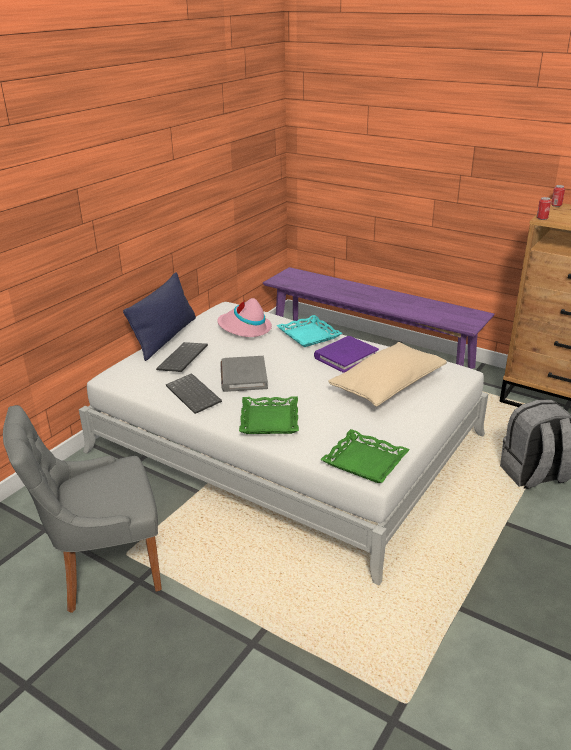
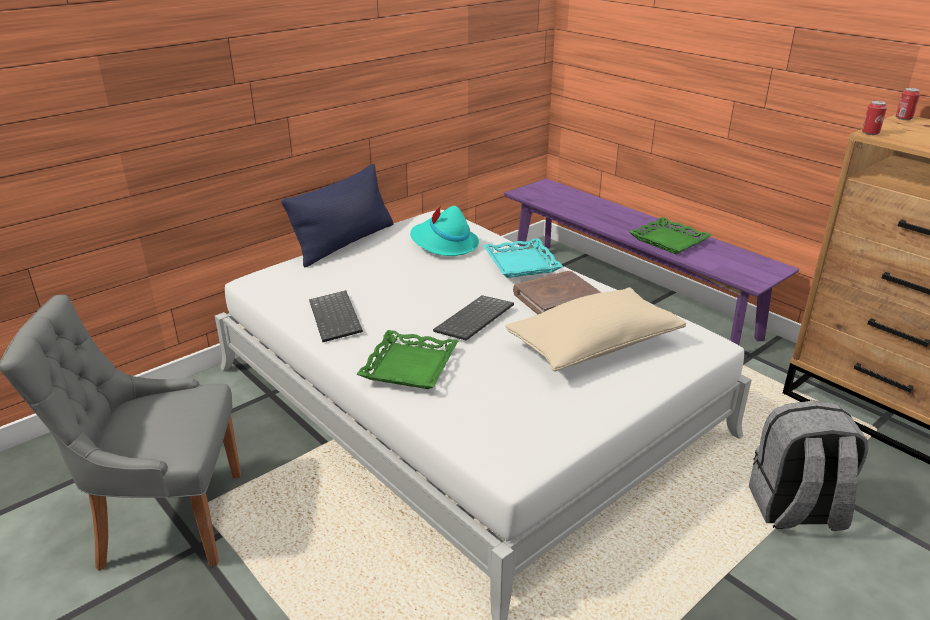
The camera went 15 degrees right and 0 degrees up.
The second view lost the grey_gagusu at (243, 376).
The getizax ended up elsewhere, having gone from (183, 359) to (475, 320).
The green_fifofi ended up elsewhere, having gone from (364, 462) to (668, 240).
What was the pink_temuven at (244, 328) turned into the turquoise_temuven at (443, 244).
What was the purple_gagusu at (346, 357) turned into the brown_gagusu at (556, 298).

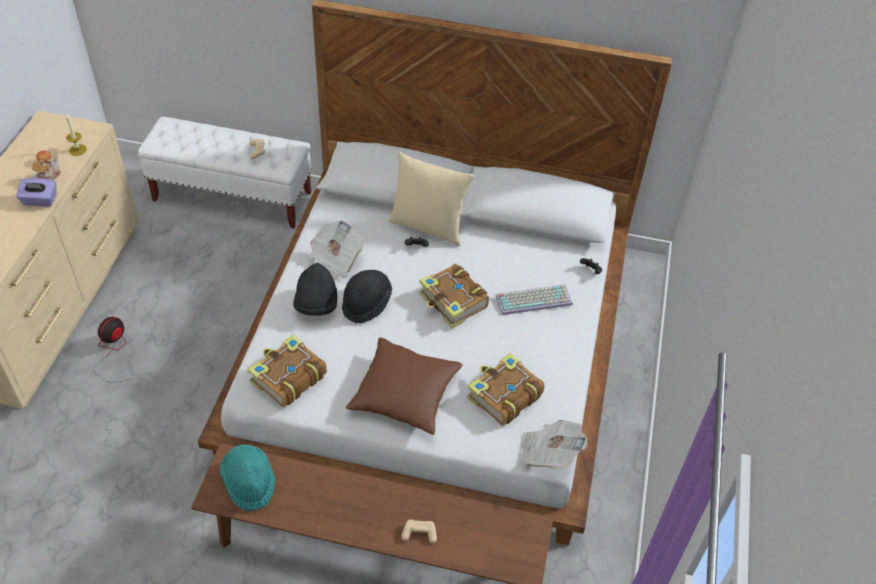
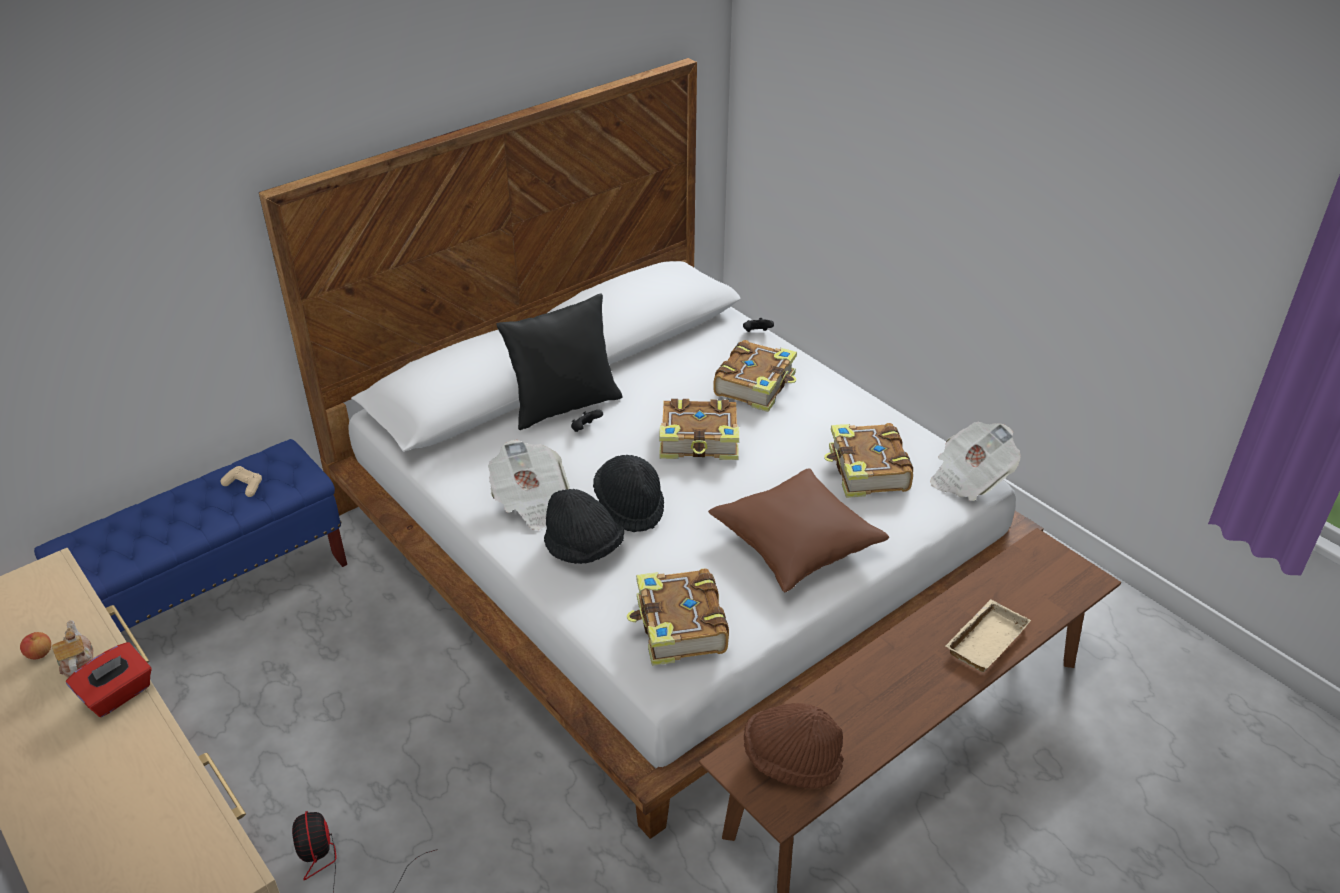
The camera went 50 degrees left and 10 degrees down.
The second view lost the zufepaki at (77, 150).
Where the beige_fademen stood at (419, 533), the beige_fifofi came to stand at (984, 639).
Where the getizax stood at (534, 299), the gagusu came to stand at (756, 385).
What was the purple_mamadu at (40, 200) turned into the red_mamadu at (118, 694).
What was the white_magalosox at (233, 197) turned into the blue_magalosox at (215, 595).
What was the turquoise_temuven at (249, 483) turned into the brown_temuven at (791, 760).
What was the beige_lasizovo at (428, 226) turned into the black_lasizovo at (564, 405).

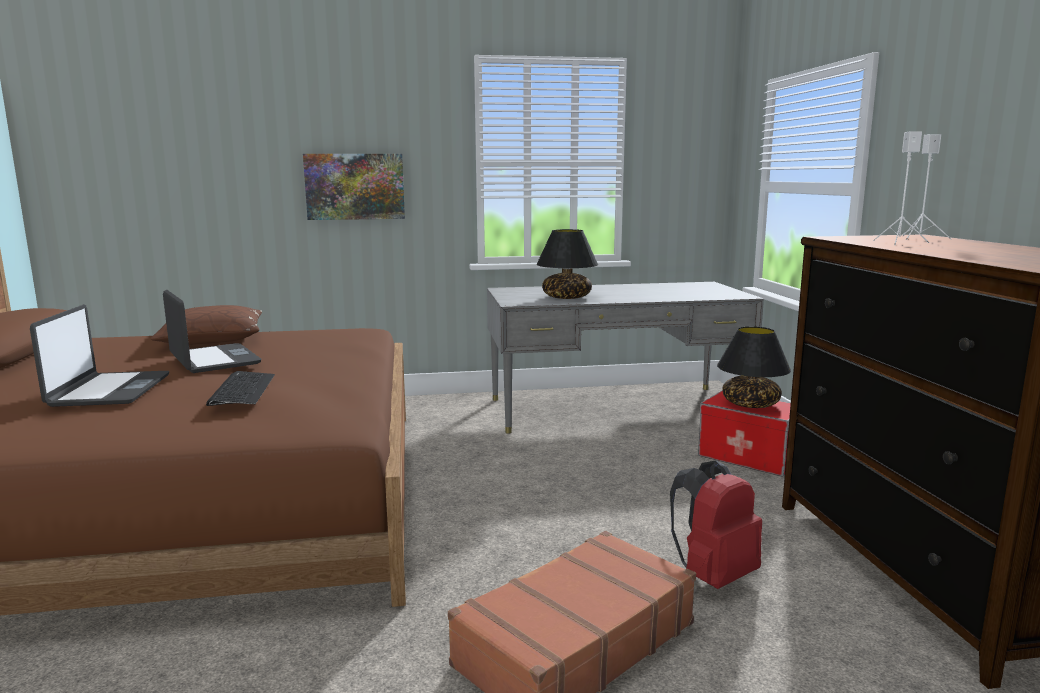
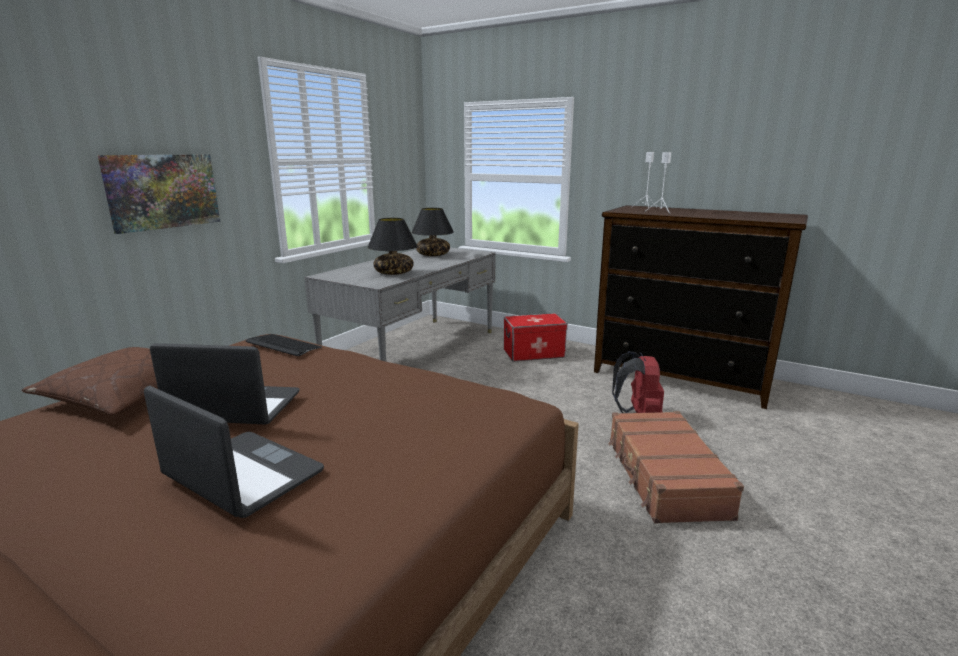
The camera went 50 degrees left and 5 degrees up.
The getizax ended up elsewhere, having gone from (242, 390) to (283, 346).
The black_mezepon ended up elsewhere, having gone from (750, 404) to (433, 255).

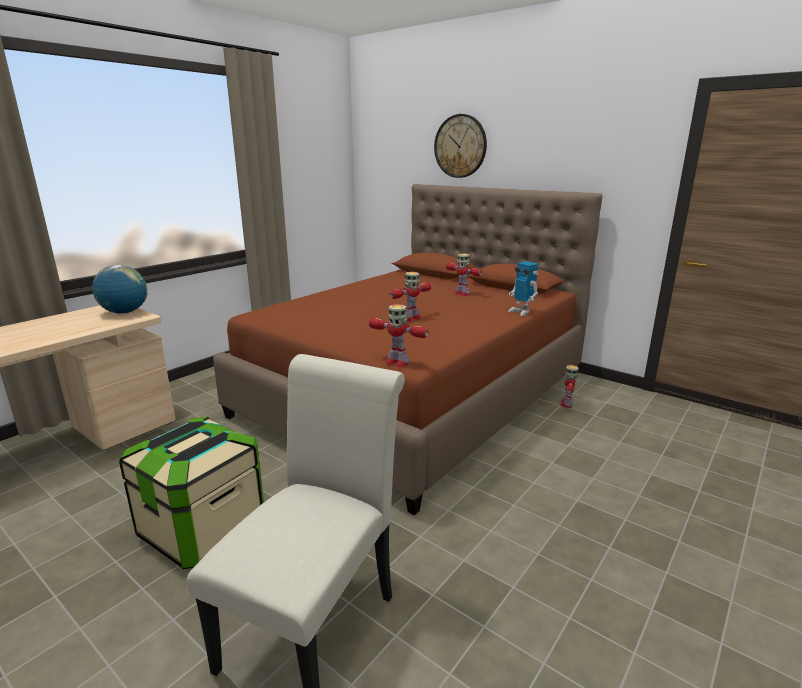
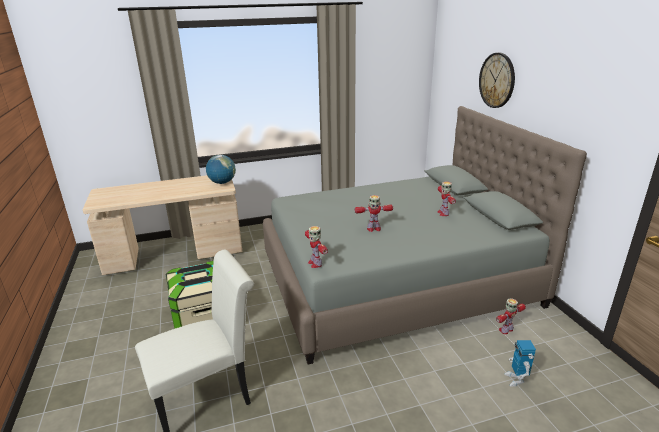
The camera went 35 degrees right and 5 degrees up.
The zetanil ended up elsewhere, having gone from (521, 312) to (516, 379).
What was the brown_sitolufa at (415, 394) turned into the grey_sitolufa at (395, 280).

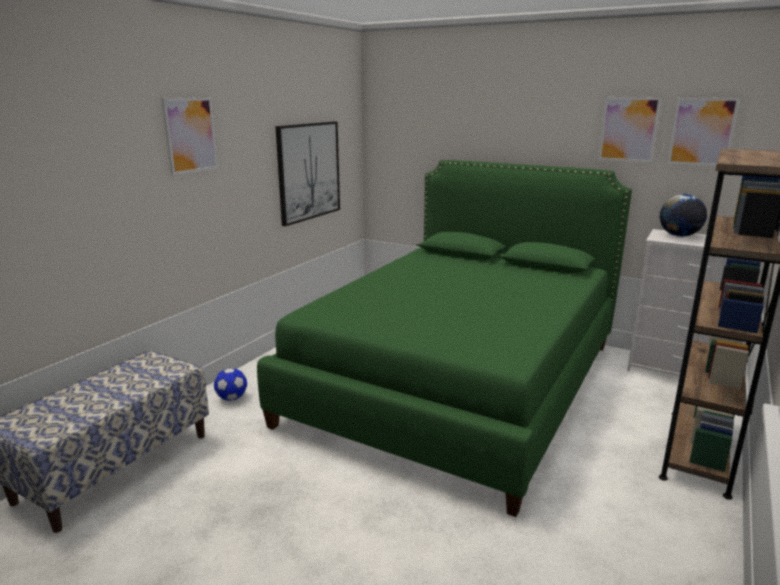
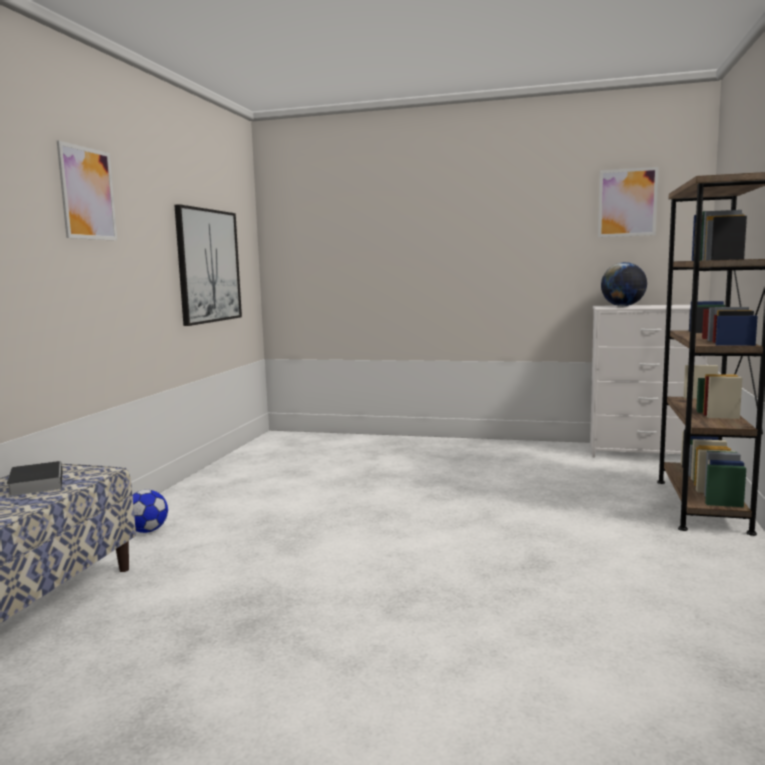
The camera went 15 degrees left and 10 degrees down.
The second view lost the green_sitolufa at (459, 382).
The second view lost the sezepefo at (628, 129).
The second view gained the gagusu at (36, 482).

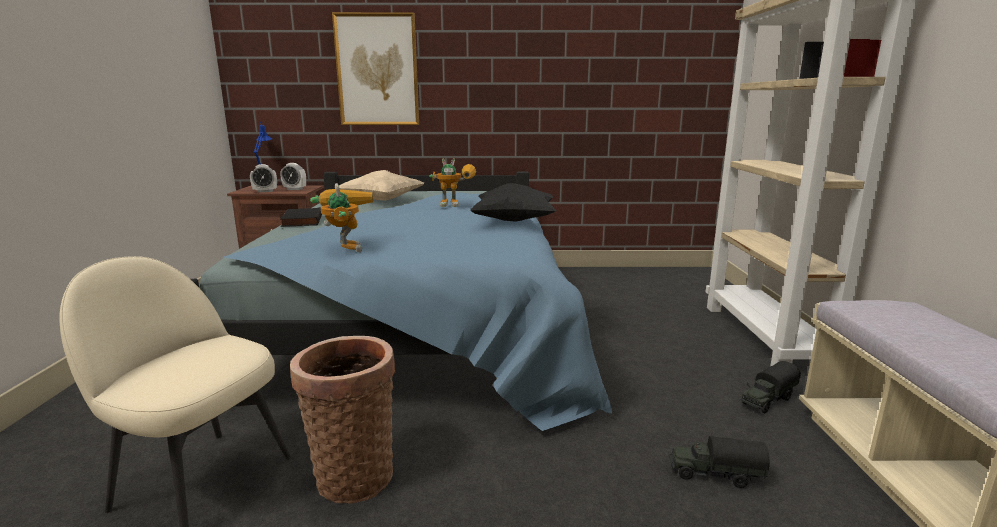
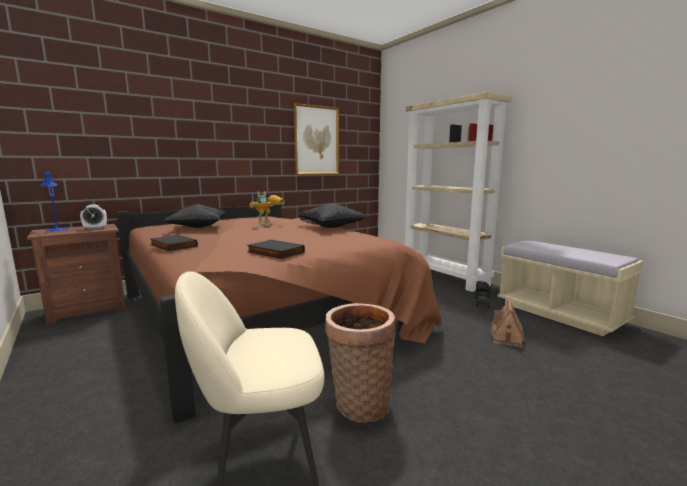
The camera went 35 degrees left and 5 degrees down.
The second view lost the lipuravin at (265, 191).
The sezepefo ended up elsewhere, having gone from (377, 70) to (316, 140).
Where the zetanil stood at (345, 247), the black_gagusu came to stand at (274, 252).
Where the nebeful stood at (714, 474), the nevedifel came to stand at (507, 336).
What was the blue_sitolufa at (422, 323) turned into the brown_sitolufa at (262, 313).
What was the beige_lasizovo at (381, 200) turned into the black_lasizovo at (197, 228).

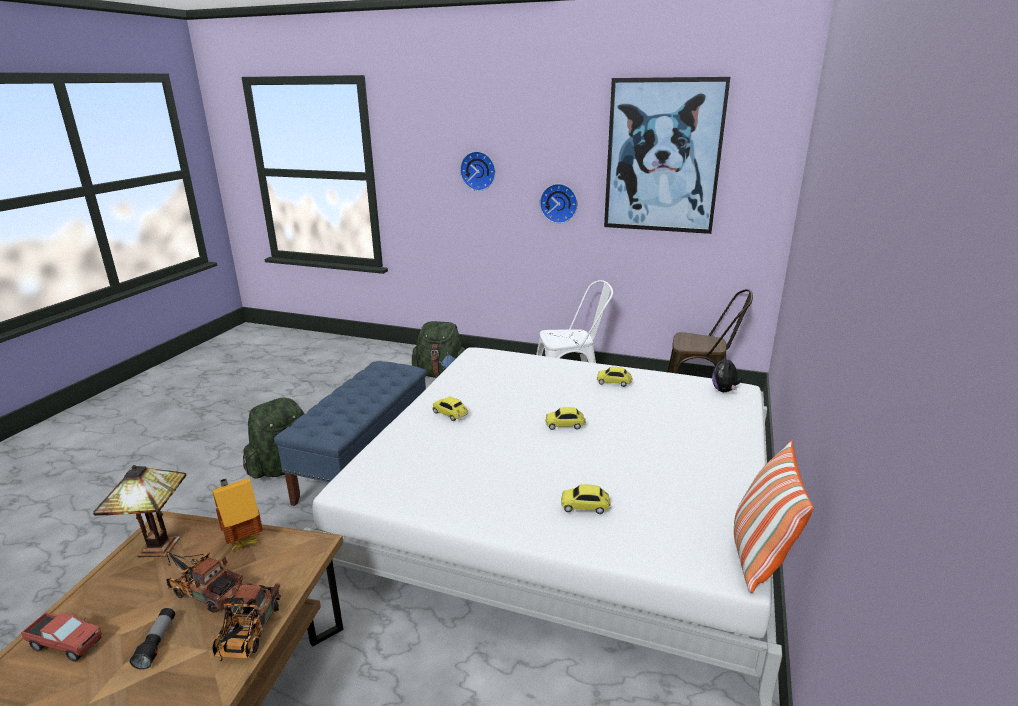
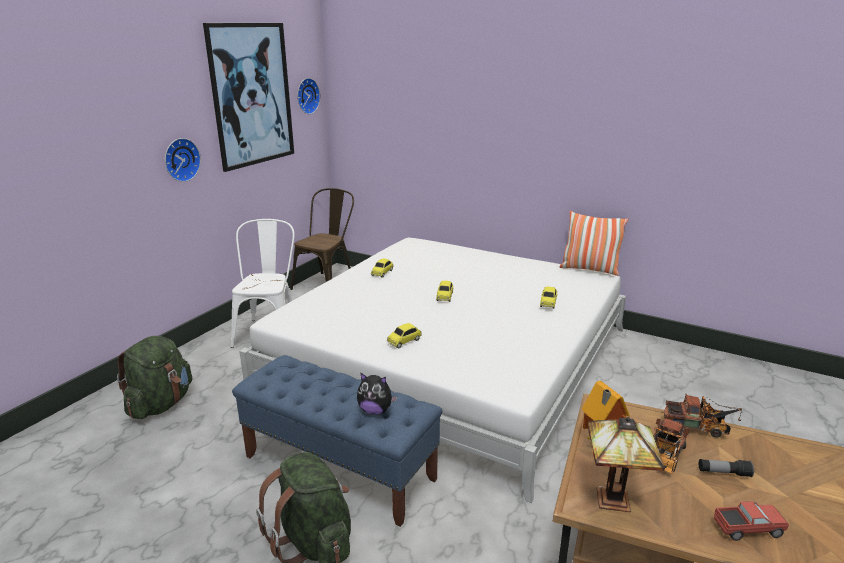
The camera went 80 degrees left and 0 degrees up.
The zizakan ended up elsewhere, having gone from (478, 170) to (306, 96).
The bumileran ended up elsewhere, having gone from (724, 390) to (375, 410).
The nebeful at (66, 644) ended up facing another way, 60 degrees clockwise from before.

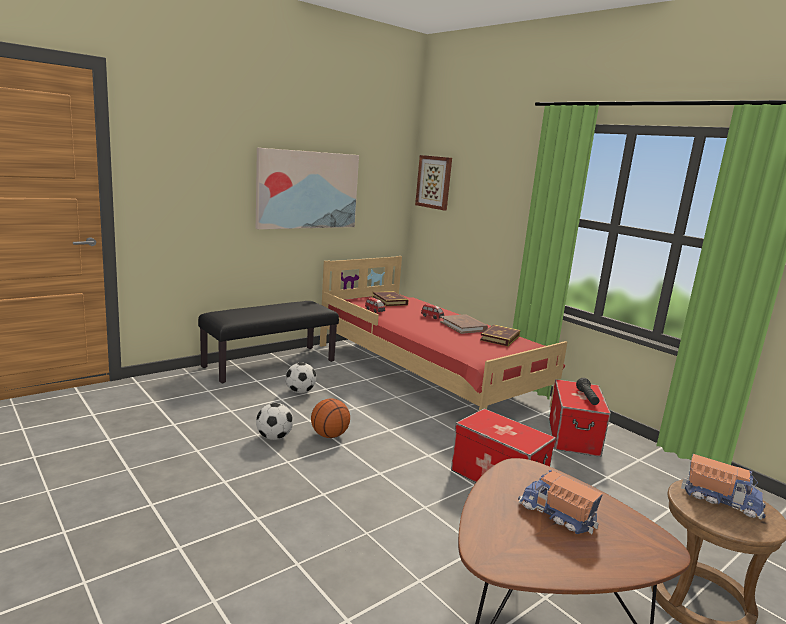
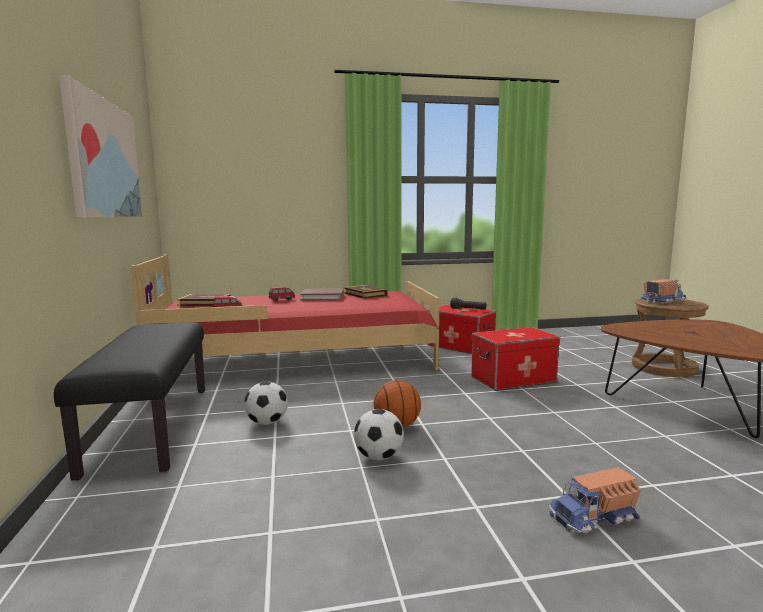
The camera went 60 degrees left and 5 degrees down.
The second view lost the sezepefo at (434, 182).
The nebeful ended up elsewhere, having gone from (557, 515) to (594, 518).

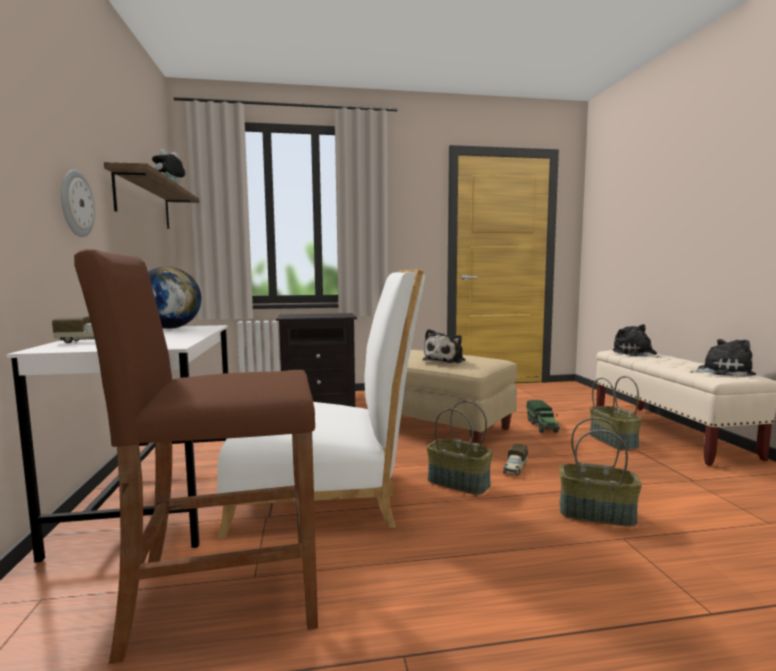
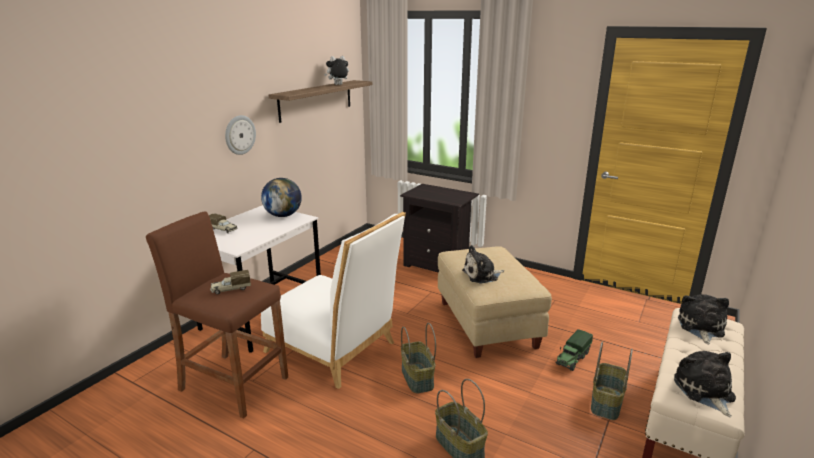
The camera went 40 degrees right and 15 degrees up.
The nebeful ended up elsewhere, having gone from (515, 468) to (231, 289).
The bumileran at (721, 372) ended up facing another way, 135 degrees counterclockwise from before.

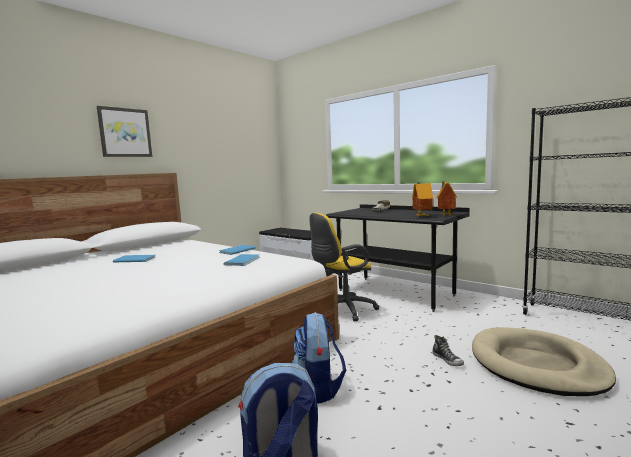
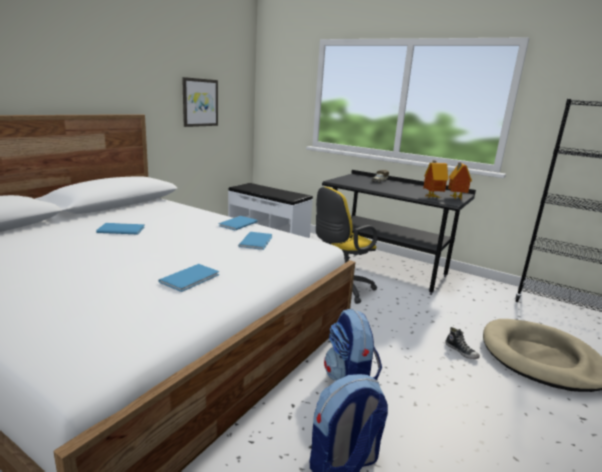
The camera went 10 degrees left and 10 degrees up.
The second view gained the blue_gagusu at (192, 278).
The sezepefo ended up elsewhere, having gone from (125, 132) to (200, 102).

